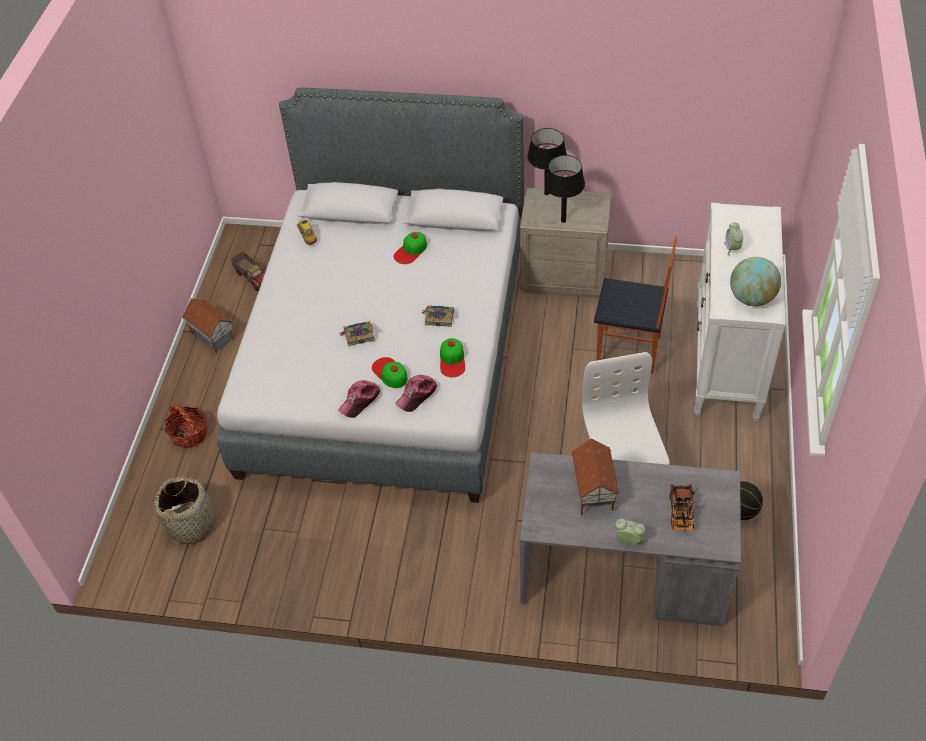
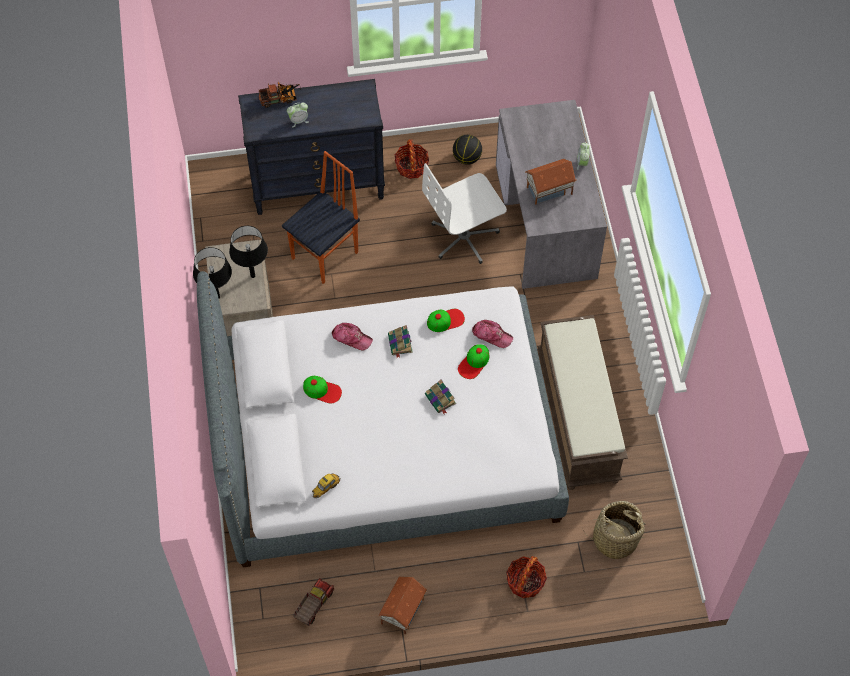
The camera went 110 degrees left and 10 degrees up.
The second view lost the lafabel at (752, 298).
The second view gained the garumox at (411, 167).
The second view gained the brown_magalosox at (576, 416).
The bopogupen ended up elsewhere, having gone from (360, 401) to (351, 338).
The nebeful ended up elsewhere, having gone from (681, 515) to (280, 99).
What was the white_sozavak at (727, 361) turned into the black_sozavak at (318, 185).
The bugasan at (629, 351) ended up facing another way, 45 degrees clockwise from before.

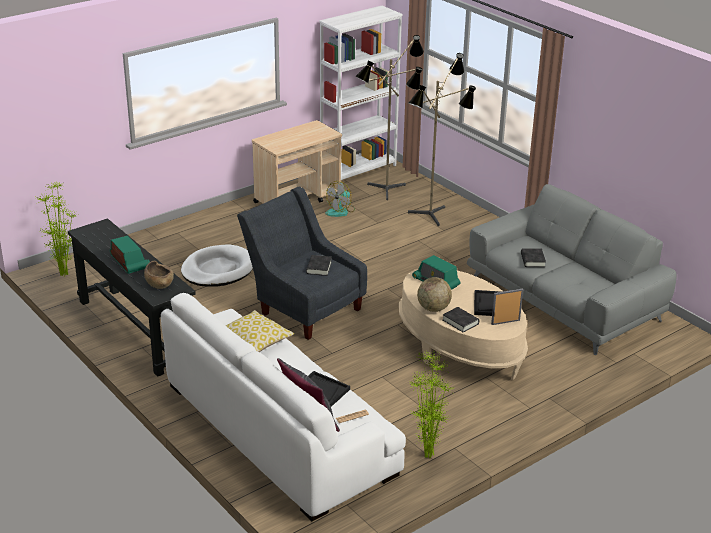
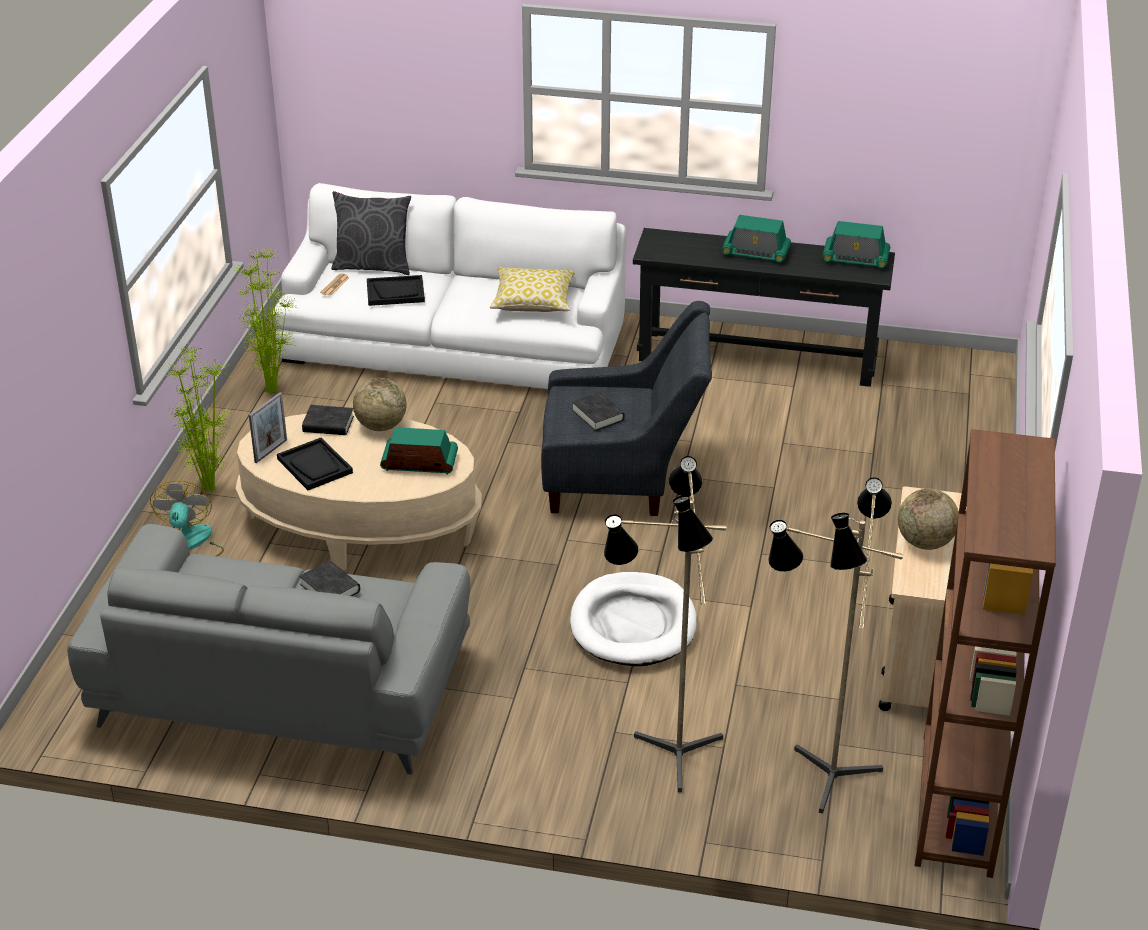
The camera went 140 degrees right and 5 degrees up.
The second view lost the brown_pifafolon at (159, 282).
The second view gained the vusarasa at (855, 259).
The second view gained the lafabel at (925, 542).
The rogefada ended up elsewhere, having gone from (64, 274) to (210, 491).
The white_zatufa ended up elsewhere, having gone from (218, 269) to (633, 624).
The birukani ended up elsewhere, having gone from (340, 211) to (190, 545).
What was the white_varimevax at (358, 169) turned into the brown_varimevax at (957, 804).

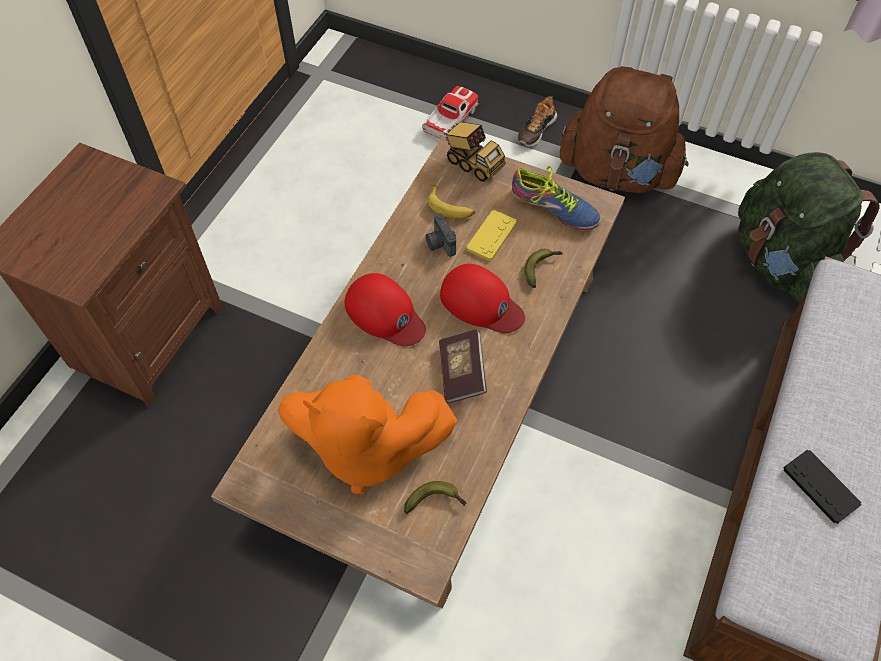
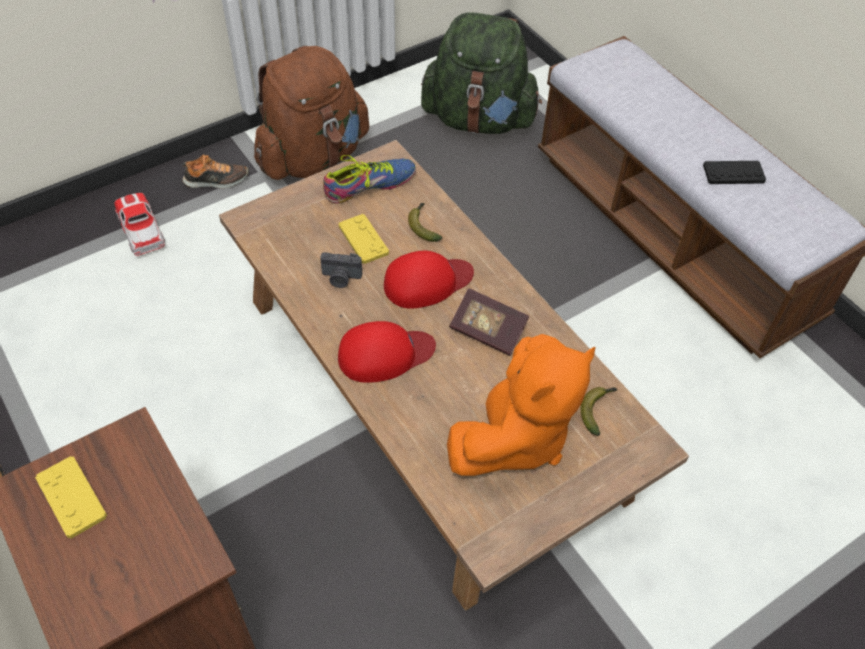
The camera went 60 degrees left and 5 degrees down.
The second view lost the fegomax at (450, 208).
The second view lost the nebeful at (473, 164).
The second view gained the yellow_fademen at (71, 497).
The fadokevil at (536, 130) ended up facing another way, 75 degrees counterclockwise from before.

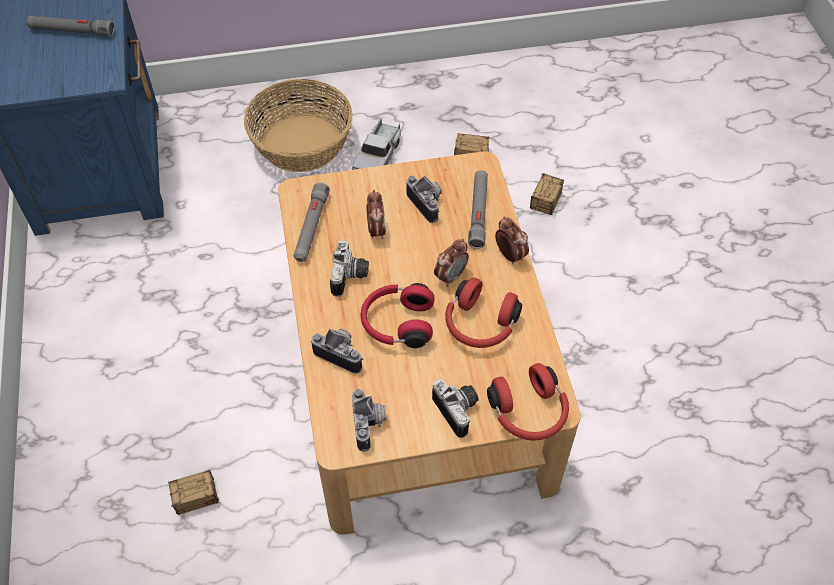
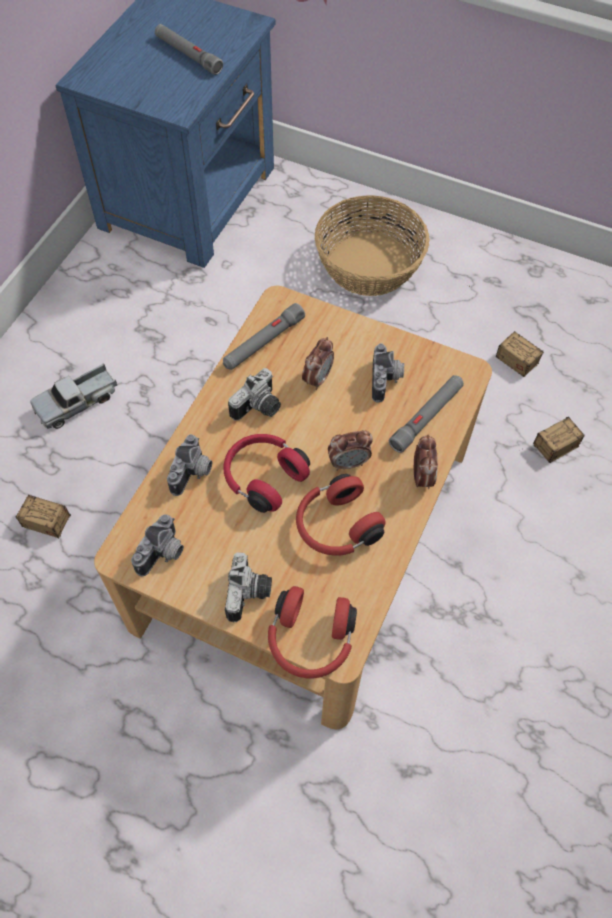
The camera went 35 degrees right and 5 degrees up.
The nebeful ended up elsewhere, having gone from (378, 156) to (77, 402).
The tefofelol at (341, 353) ended up facing another way, 45 degrees clockwise from before.

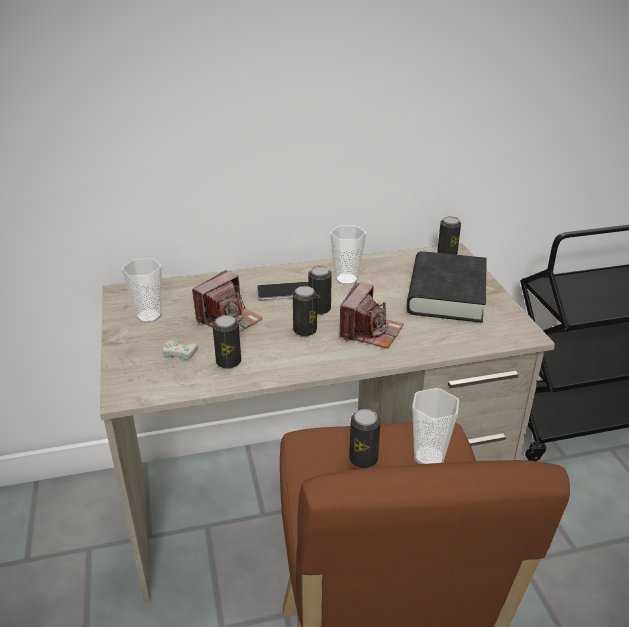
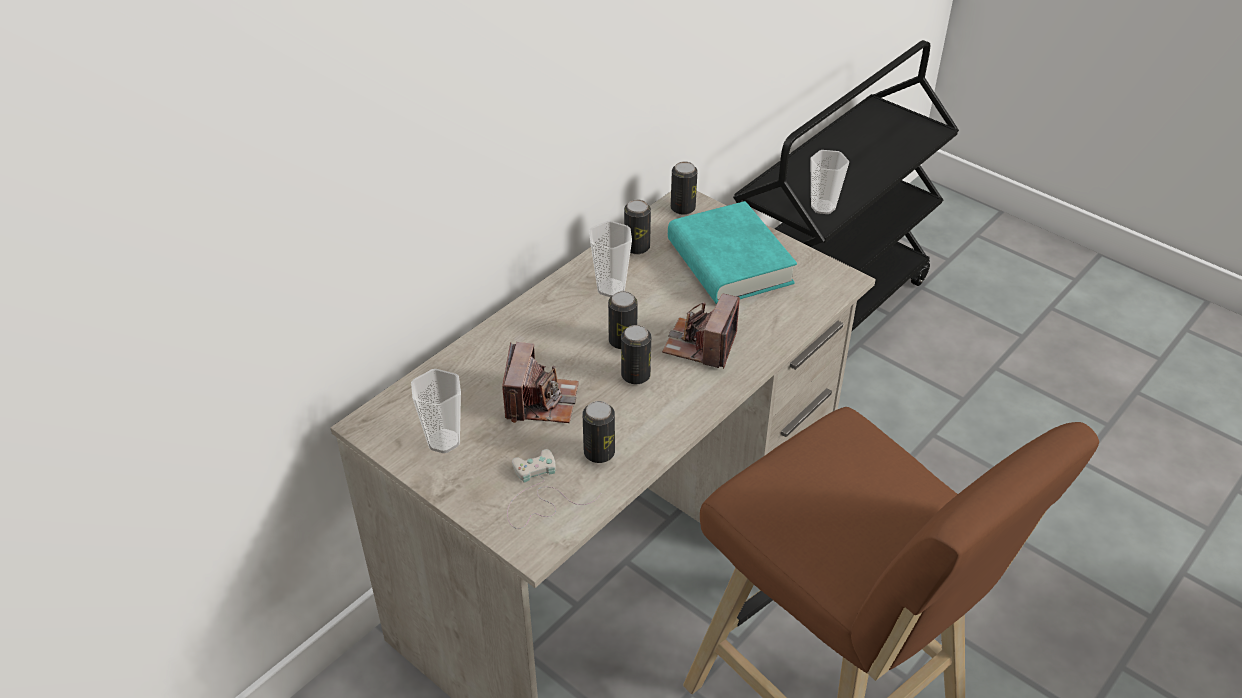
The camera went 35 degrees left and 10 degrees up.
The second view lost the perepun at (284, 292).
The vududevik ended up elsewhere, having gone from (363, 459) to (637, 247).
The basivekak ended up elsewhere, having gone from (429, 457) to (823, 207).
What was the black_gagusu at (446, 294) turned into the turquoise_gagusu at (729, 262).
The tefofelol at (370, 331) ended up facing another way, 150 degrees counterclockwise from before.

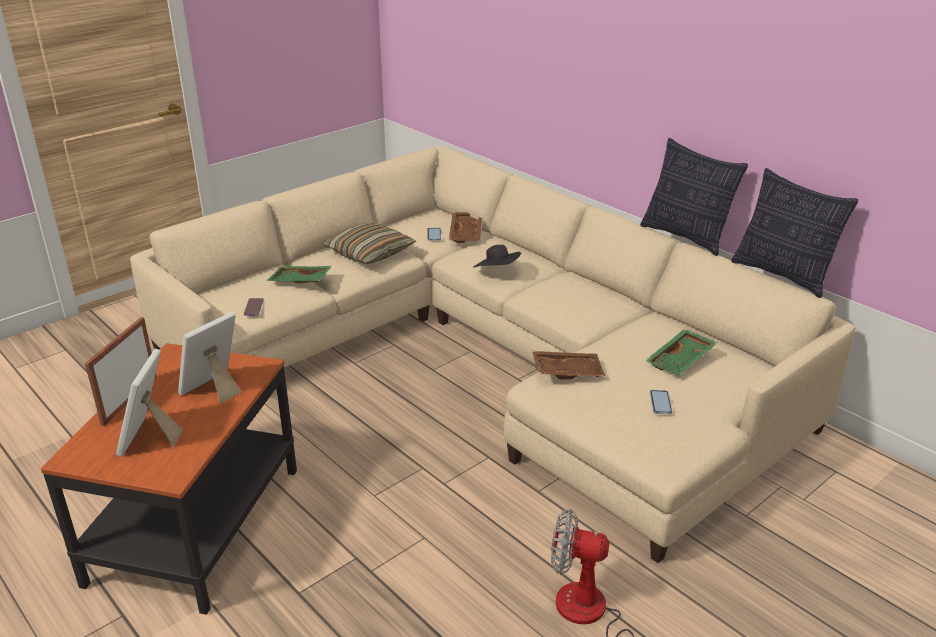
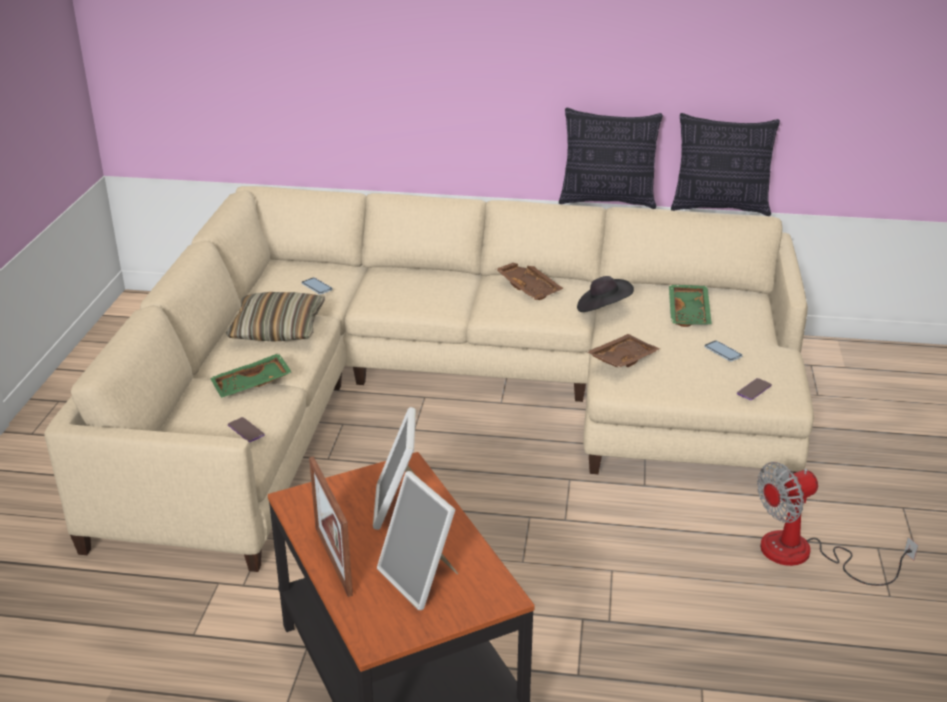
The camera went 40 degrees left and 0 degrees up.
The second view gained the perepun at (754, 390).
The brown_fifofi ended up elsewhere, having gone from (467, 233) to (529, 287).
The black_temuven ended up elsewhere, having gone from (497, 272) to (603, 308).

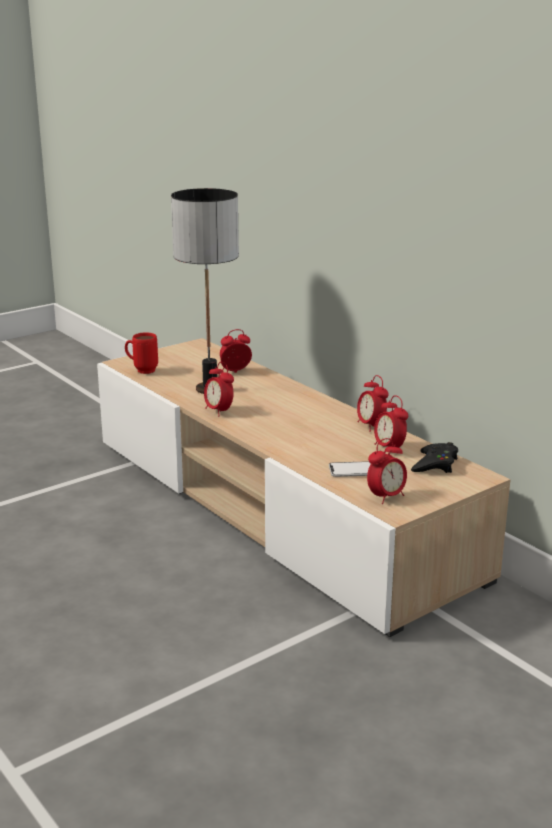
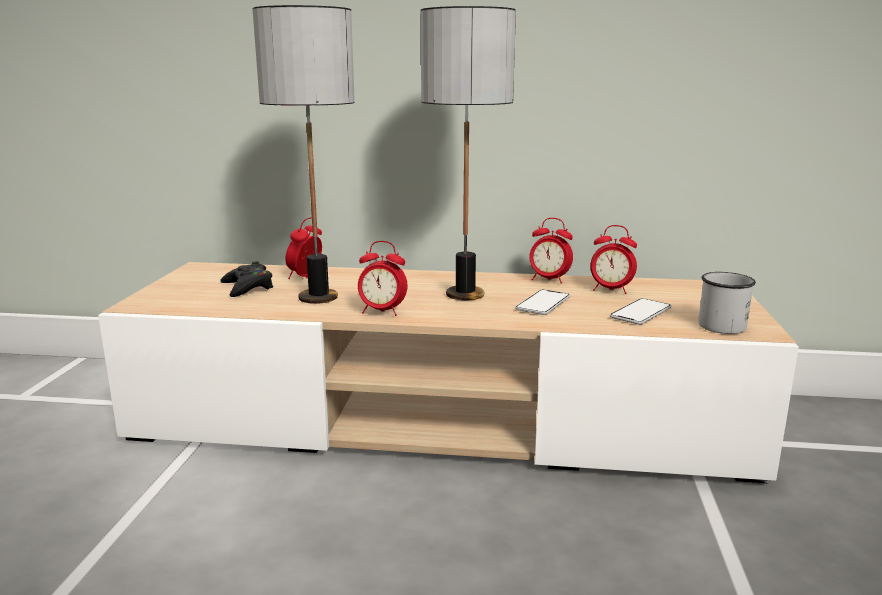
The camera went 45 degrees left and 5 degrees down.
The second view lost the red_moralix at (141, 370).
The second view gained the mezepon at (464, 294).
The second view gained the perepun at (543, 304).
The black_fademen ended up elsewhere, having gone from (435, 464) to (247, 287).
Where the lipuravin stood at (386, 497), the white_moralix came to stand at (720, 323).

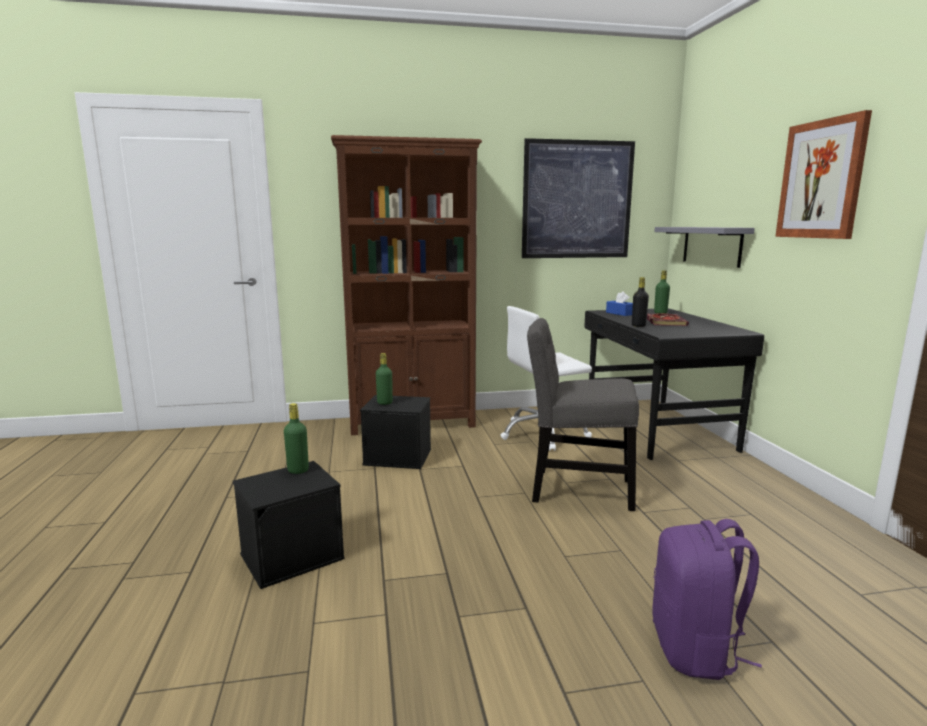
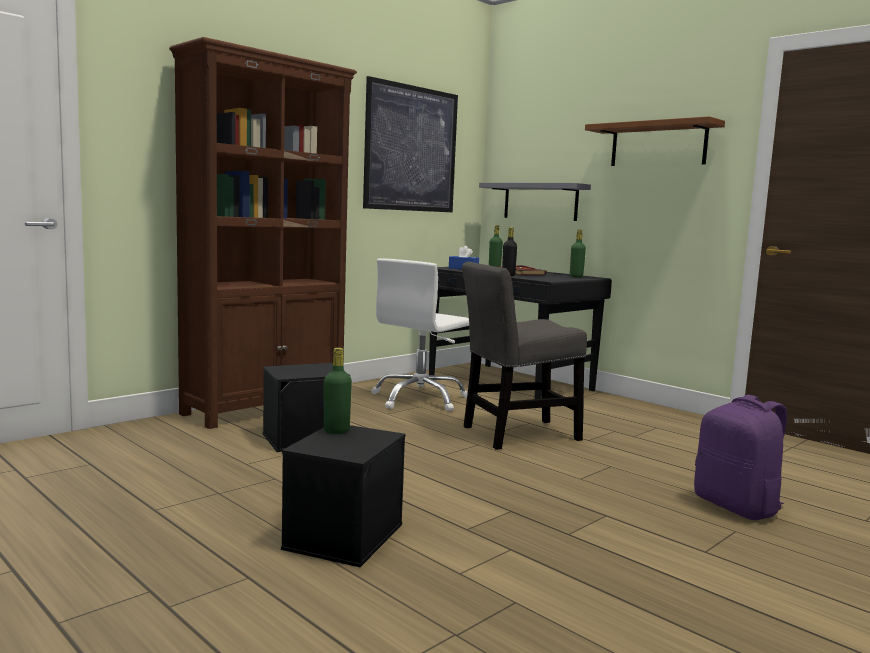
The camera went 35 degrees left and 5 degrees down.
The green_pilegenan ended up elsewhere, having gone from (384, 403) to (576, 276).
Where the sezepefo hung at (821, 180), the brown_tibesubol came to hang at (658, 145).

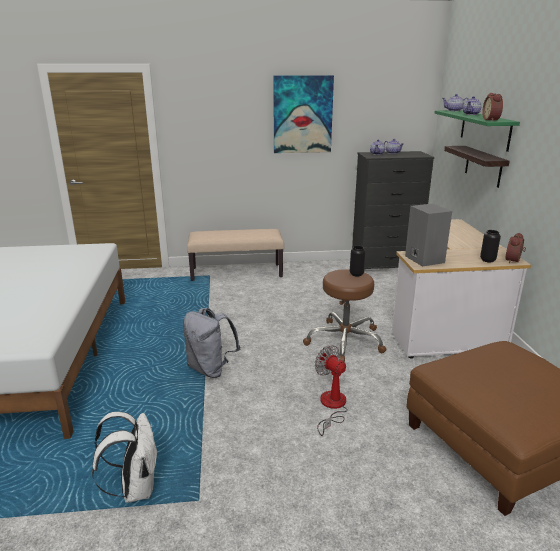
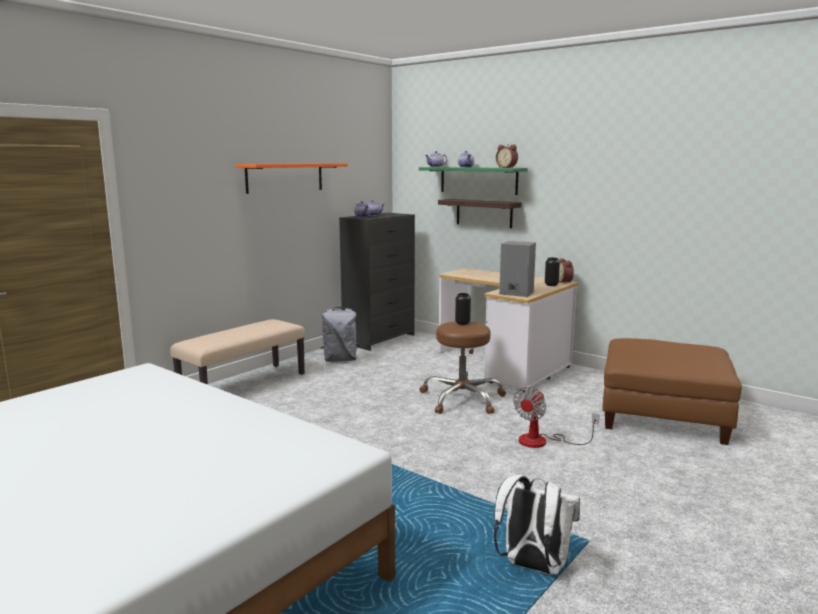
The camera went 45 degrees left and 10 degrees down.
The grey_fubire ended up elsewhere, having gone from (210, 369) to (340, 360).
Where the sezepefo hung at (302, 114), the orange_tibesubol came to hang at (285, 177).
The birukani at (331, 406) ended up facing another way, 60 degrees counterclockwise from before.

